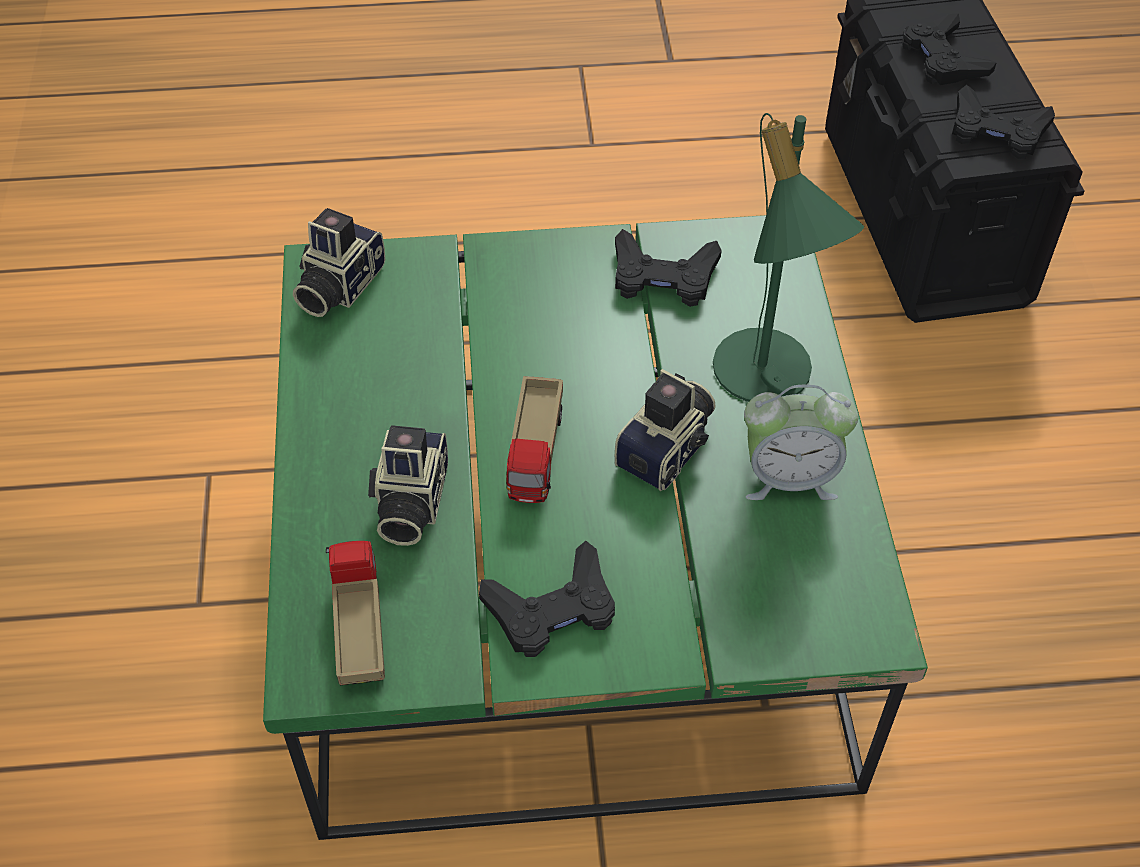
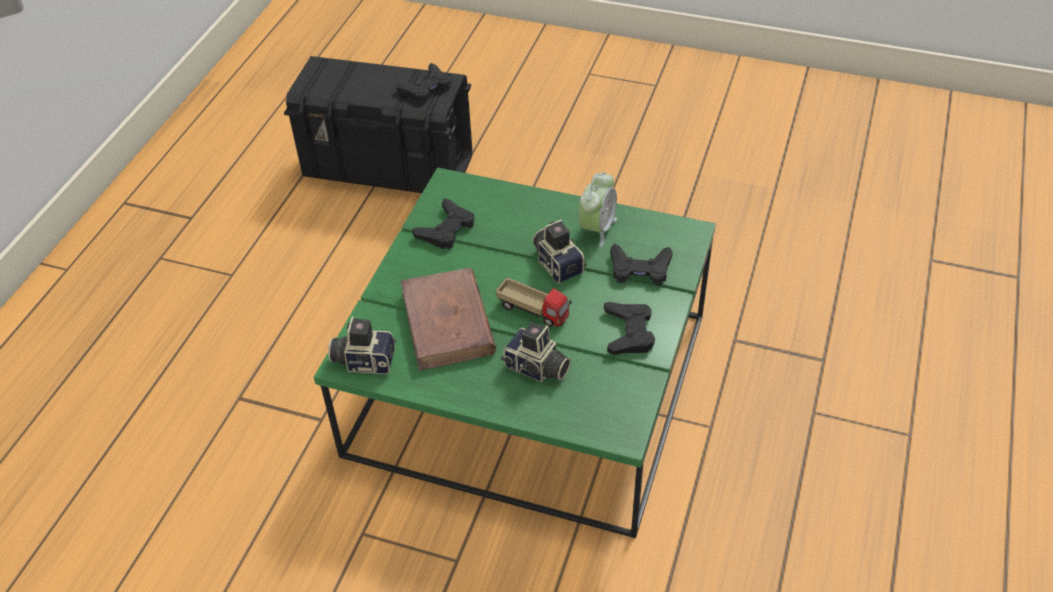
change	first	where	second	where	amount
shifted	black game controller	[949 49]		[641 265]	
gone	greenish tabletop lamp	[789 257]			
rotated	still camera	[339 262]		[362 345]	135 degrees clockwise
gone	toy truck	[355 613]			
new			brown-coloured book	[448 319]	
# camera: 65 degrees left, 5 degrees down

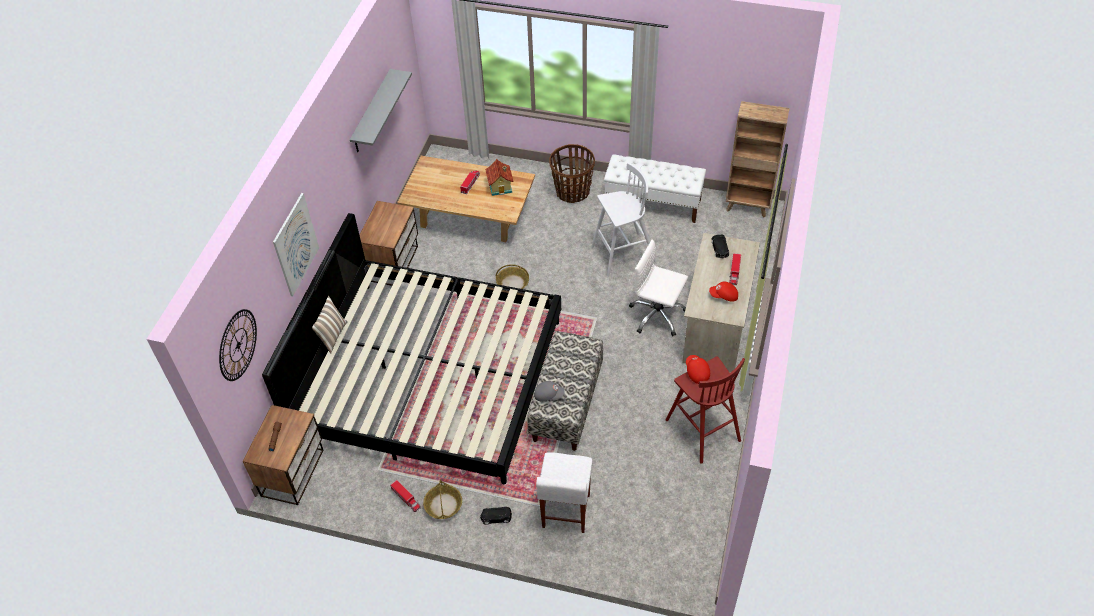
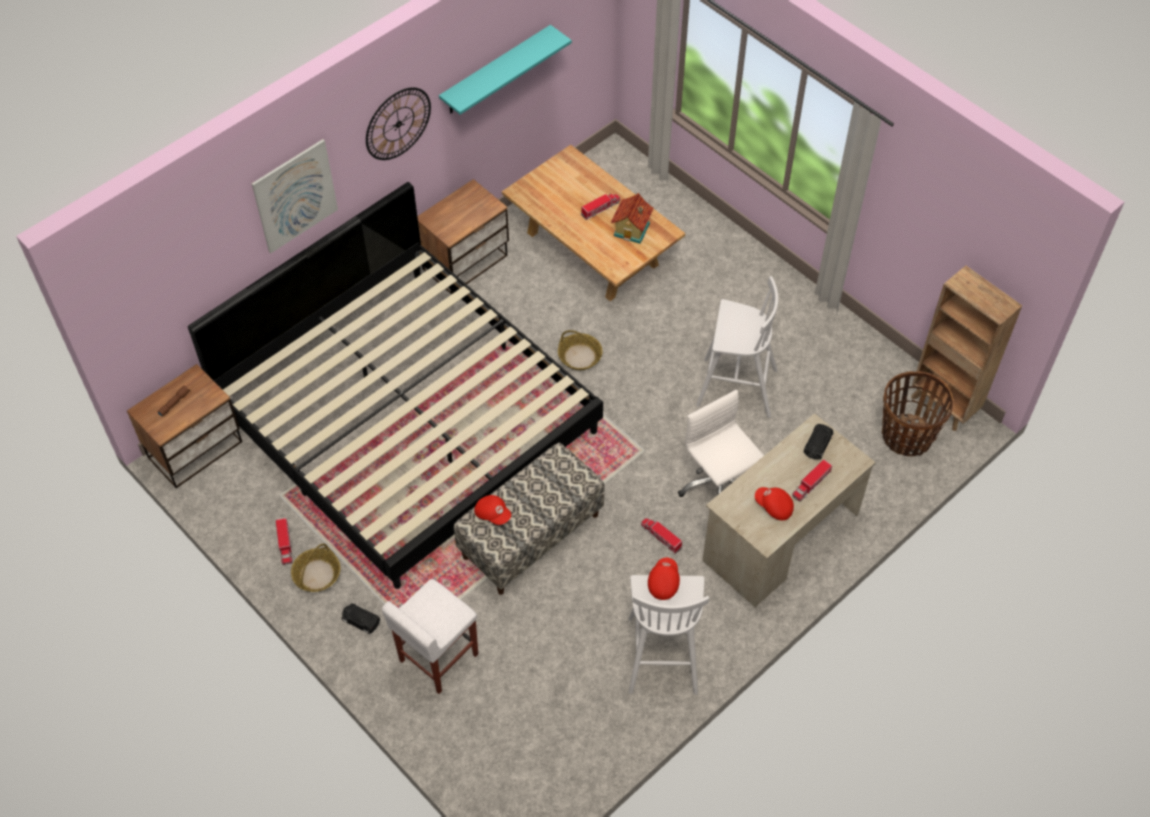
change	first	where	second	where	amount
repainted	grey wall shelf	[381 110]	turquoise-coloured wall shelf	[505 70]	
shifted	household basket	[572 173]		[918 413]	
gone	white-coloured indoor bench	[655 188]			
gone	cushion	[329 325]			
shifted	hanging clock	[238 345]		[398 123]	
repainted	reddish stool seat	[705 410]	white-coloured stool seat	[668 635]	
repainted	grey peaked cap	[549 391]	reddish peaked cap	[492 510]	
new			toy truck	[661 536]	
# camera: 30 degrees right, 5 degrees up

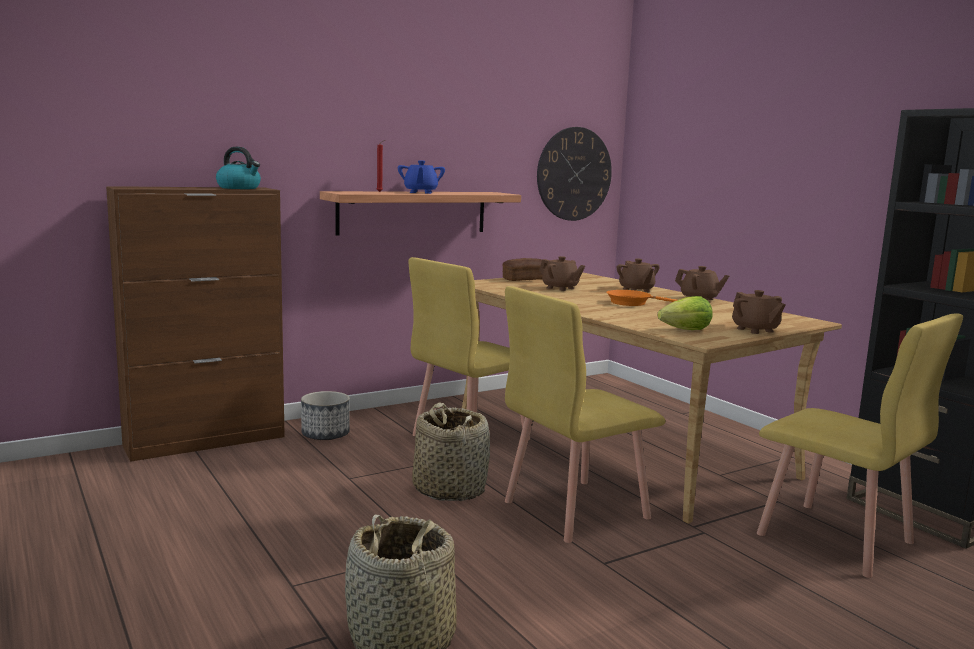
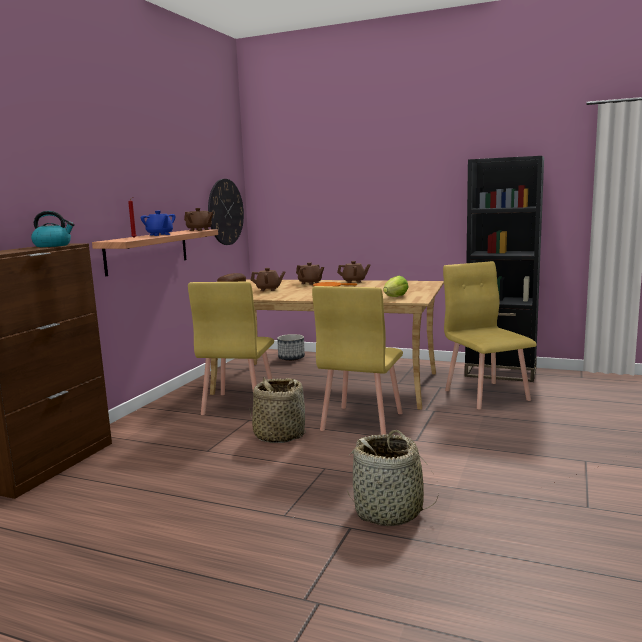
change	first	where	second	where	amount
shifted	brown-coloured pot for tea	[759 312]		[198 219]	
rotated	yellowish chair	[860 445]		[490 335]	120 degrees counterclockwise
shifted	plant pot	[325 415]		[291 347]	
# camera: 35 degrees left, 0 degrees up

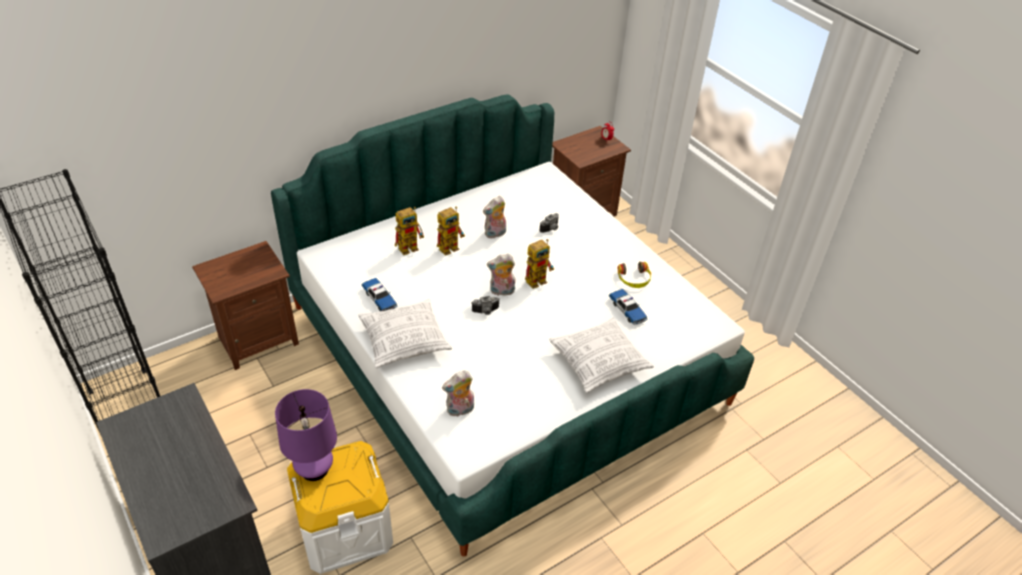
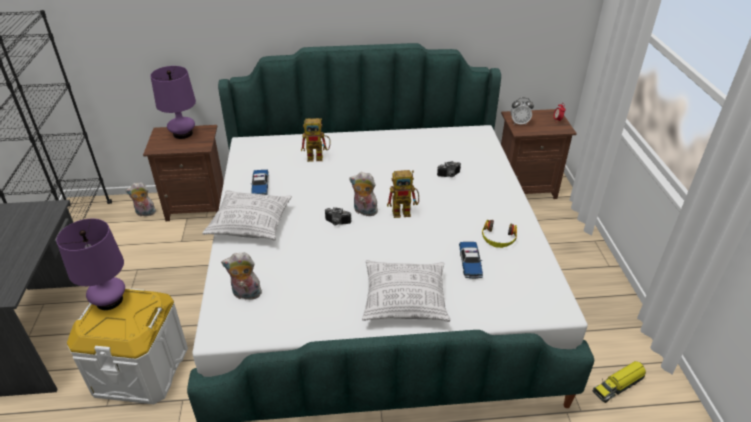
change	first	where	second	where	amount
shifted	cuddly toy	[494 217]		[140 199]	
gone	toy robot	[451 231]			
new			purple tabletop lamp	[173 102]	
new			alarm clock	[522 111]	
new			toy truck	[619 382]	
# camera: 30 degrees right, 5 degrees down

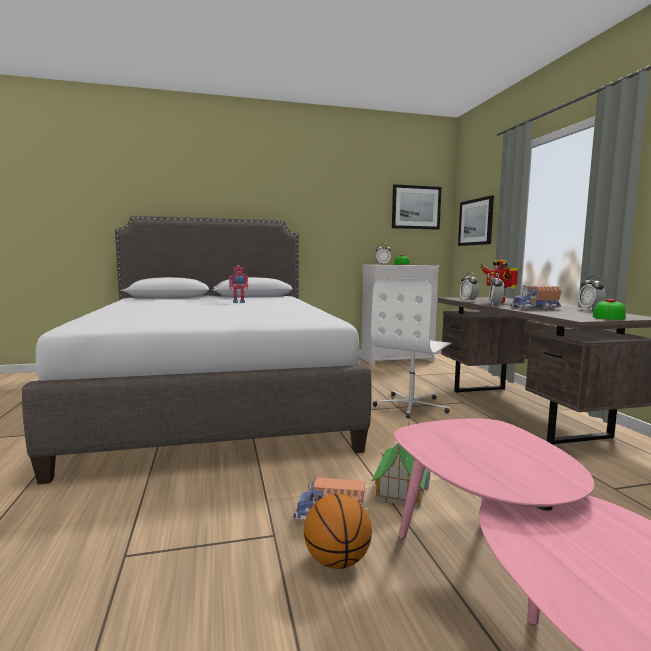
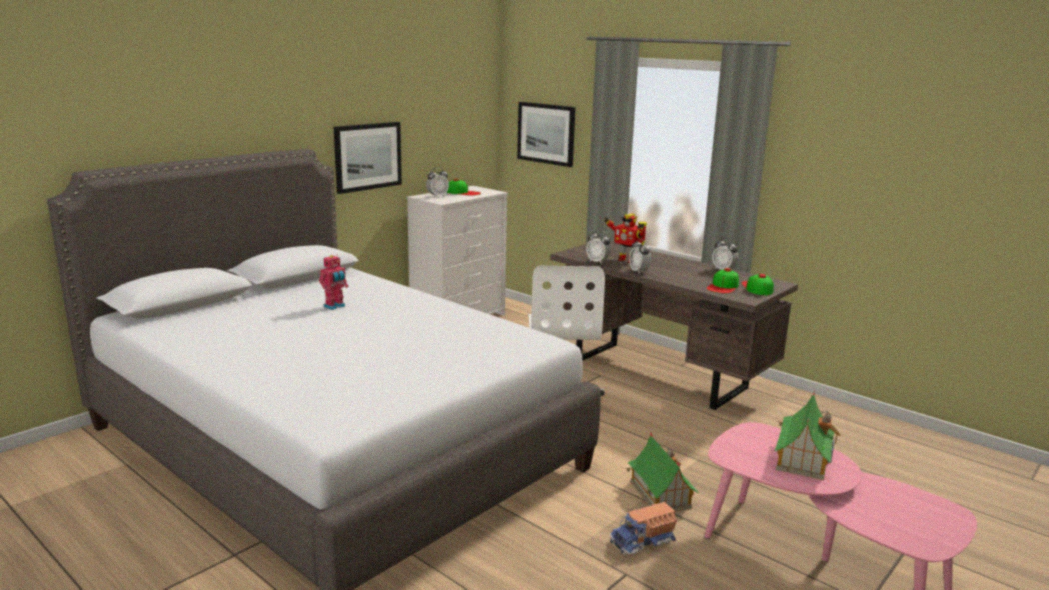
change	first	where	second	where	amount
shifted	wall art	[417 207]		[368 158]	
gone	toy truck	[536 297]			
gone	ball for basketball	[338 531]			
new			peaked cap	[723 280]	
new			toy house	[807 436]	
# camera: 35 degrees left, 10 degrees up

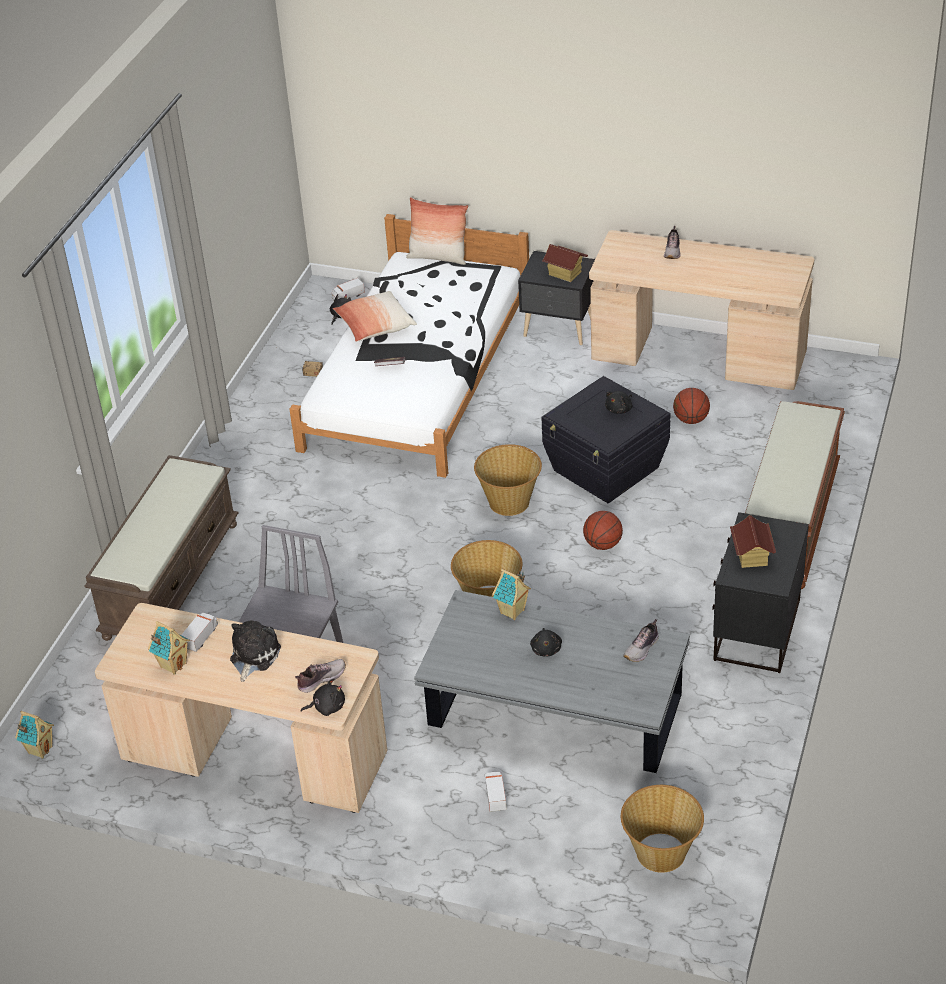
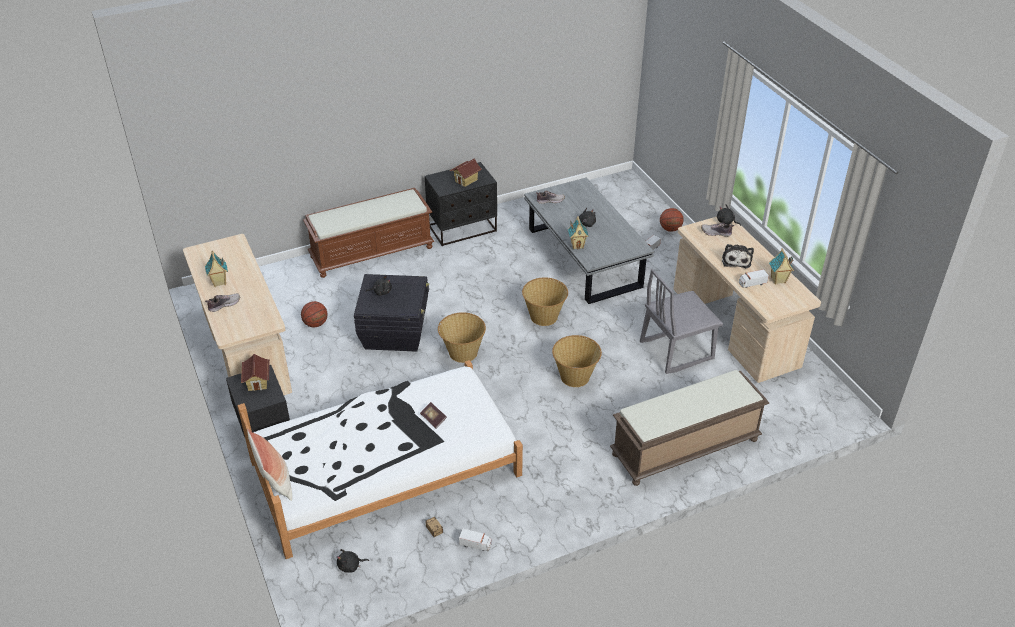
change	first	where	second	where	amount
shifted	toy truck	[348 289]		[475 540]	
gone	cushion	[375 316]			
shifted	ball for basketball	[603 530]		[672 220]	
rotated	cuddly toy	[255 651]		[738 256]	60 degrees counterclockwise
shifted	toy house	[34 735]		[216 269]	
shifted	household basket	[662 829]		[577 361]	
# camera: 135 degrees left, 0 degrees up

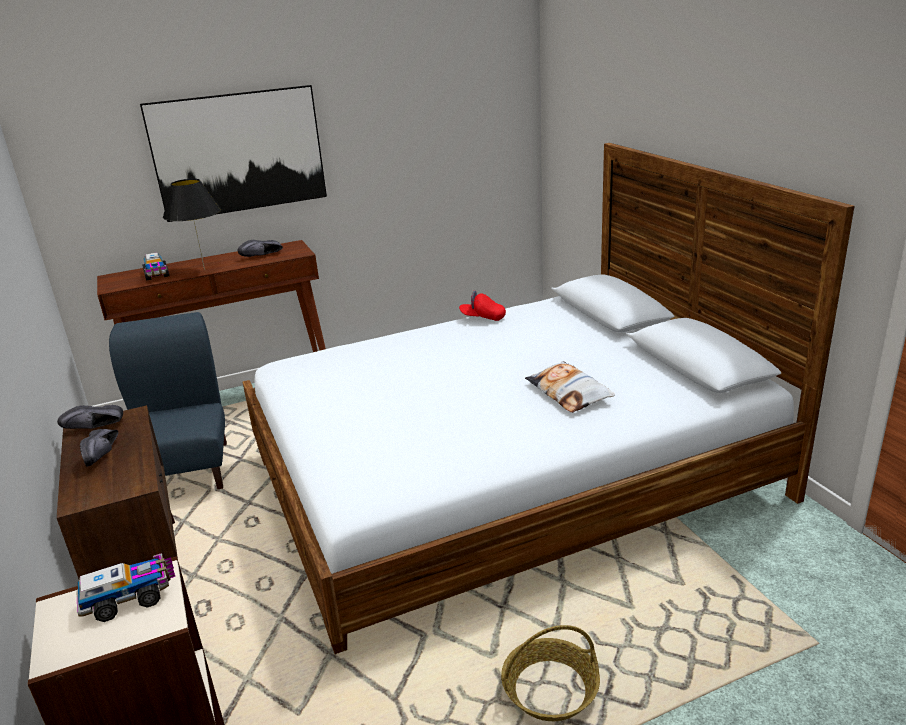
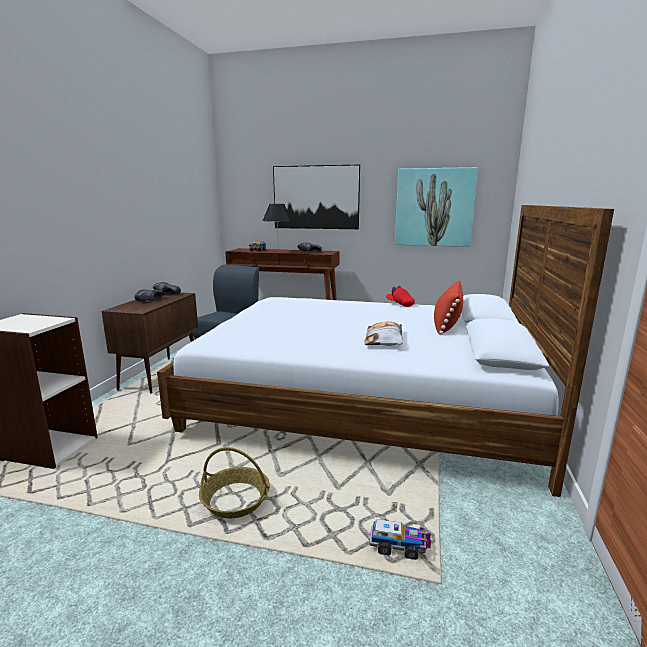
change	first	where	second	where	amount
shifted	toy truck	[125 587]		[400 539]	
new			wall art	[436 207]	
new			reddish cushion	[448 308]	
# camera: 35 degrees right, 10 degrees down

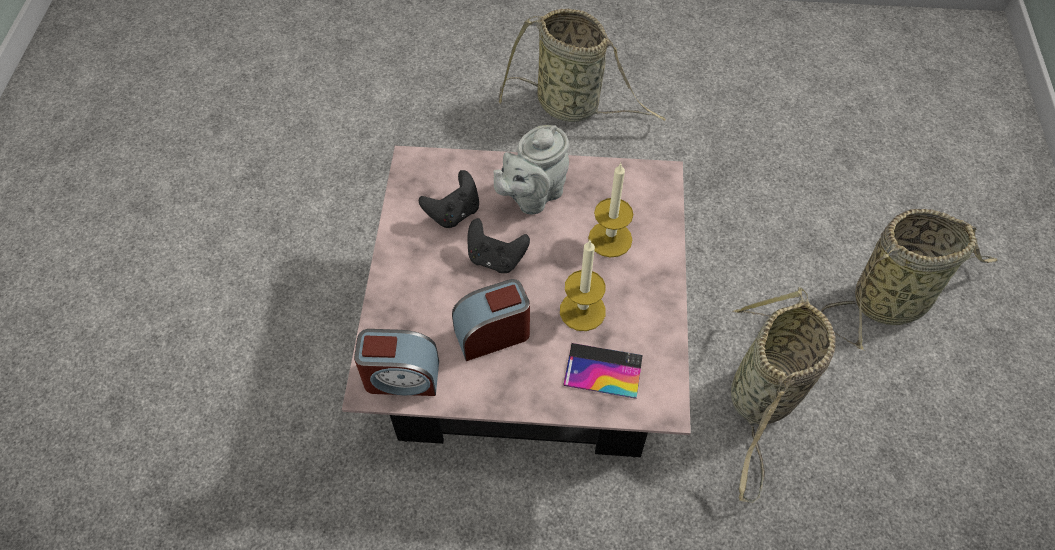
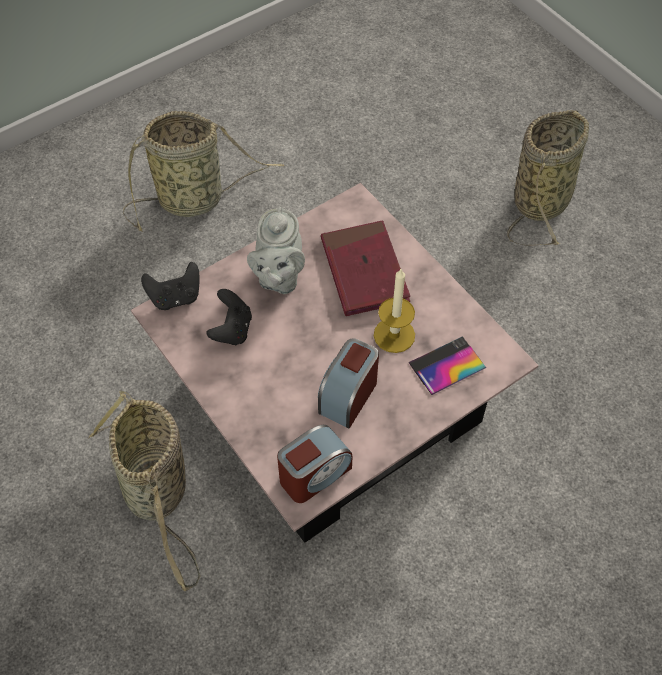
change	first	where	second	where	amount
swapped	wax candle	[610 210]	reddish book	[365 268]	
shifted	black game controller	[499 245]		[170 286]	
shifted	household basket	[783 395]		[144 491]	
# camera: 40 degrees left, 0 degrees up

